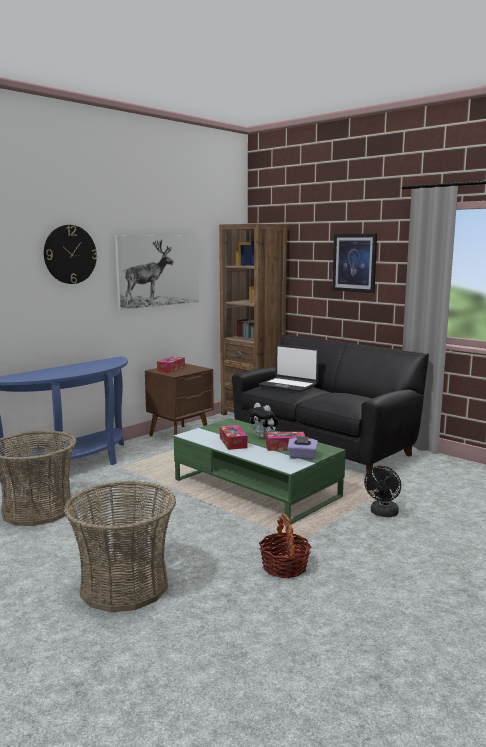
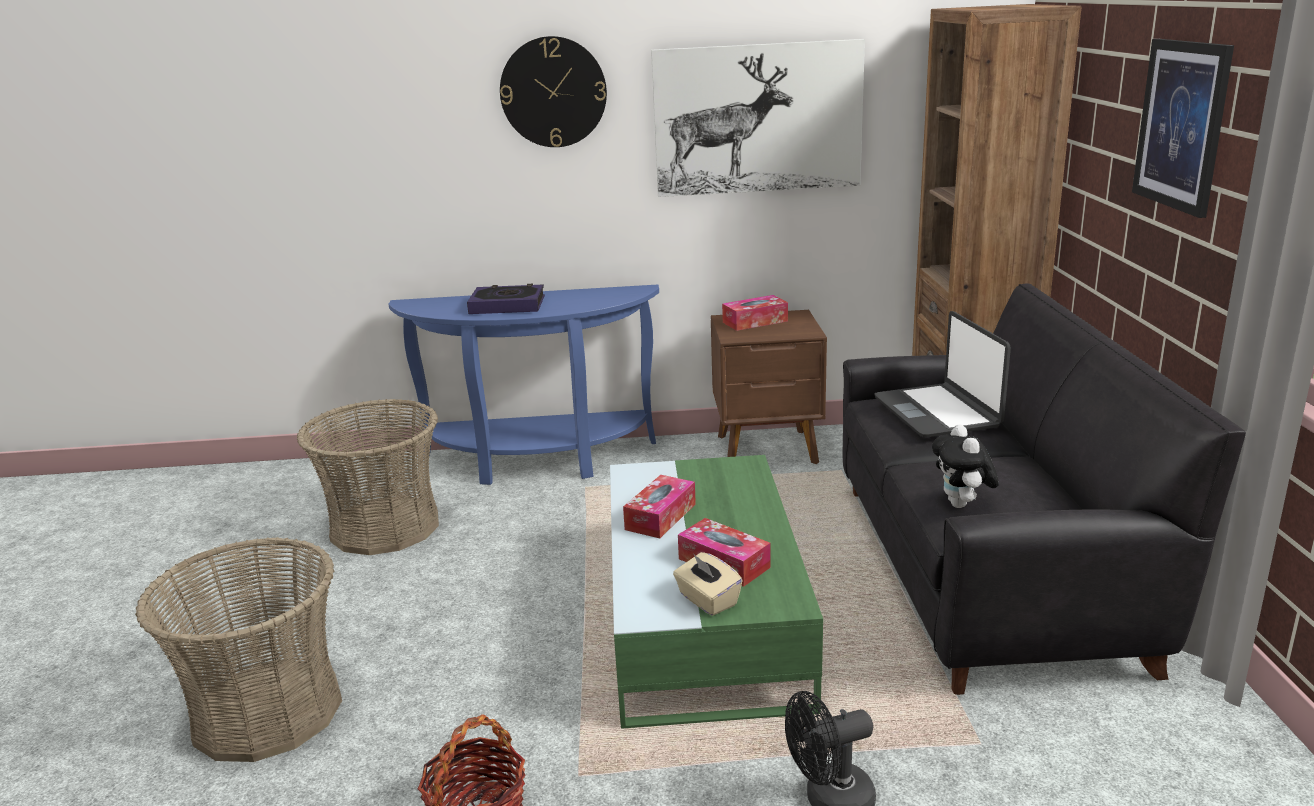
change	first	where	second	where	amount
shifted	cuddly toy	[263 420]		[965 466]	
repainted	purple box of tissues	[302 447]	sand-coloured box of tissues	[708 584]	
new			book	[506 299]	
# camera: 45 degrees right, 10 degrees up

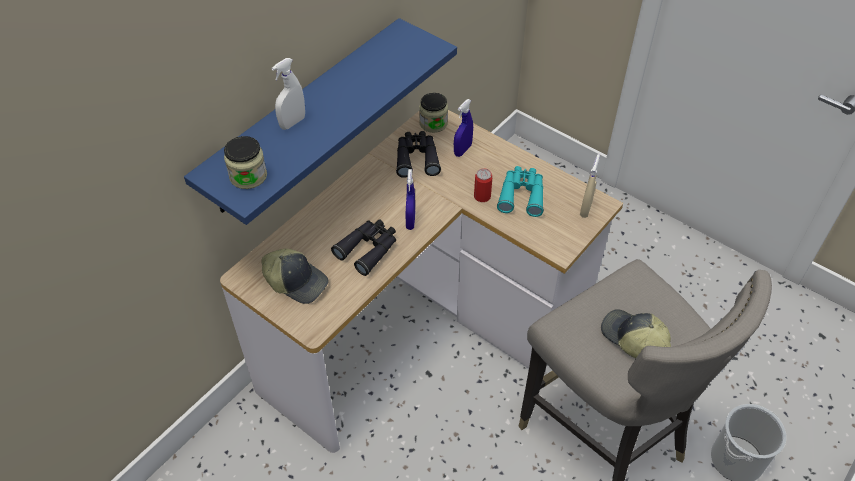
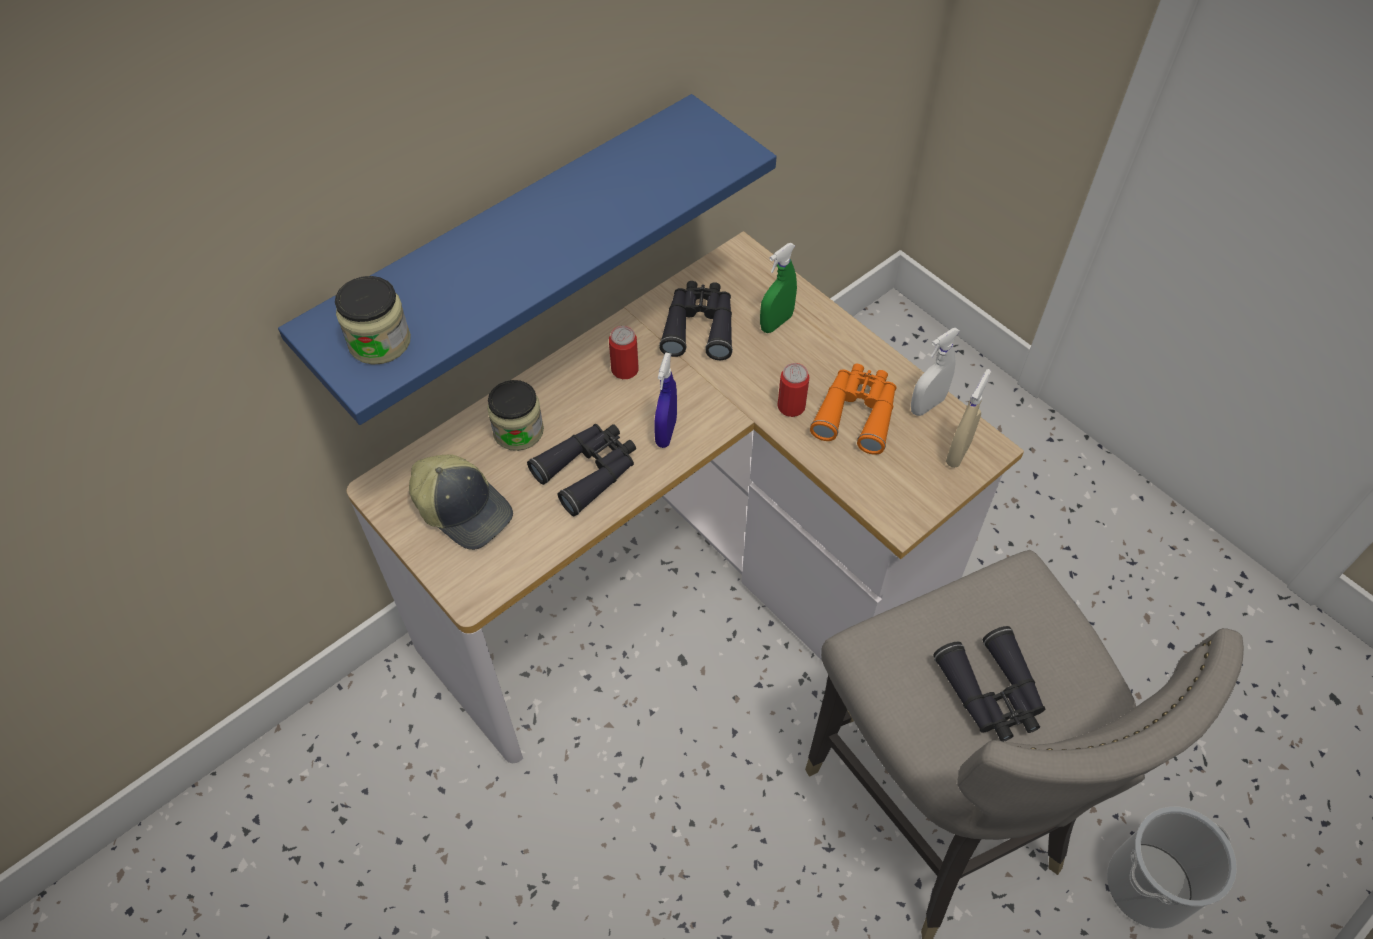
change	first	where	second	where	amount
shifted	white-coloured hand sprayer	[288 94]		[935 372]	
shifted	storage jar	[433 113]		[515 415]	
repainted	blue hand sprayer	[463 128]	greenish hand sprayer	[778 288]	
repainted	turquoise-coloured binoculars	[520 191]	orange-coloured binoculars	[853 409]	
swapped	peaked cap	[636 333]	black binoculars	[989 684]	
new			sealed can	[624 352]	
# camera: 10 degrees right, 5 degrees up

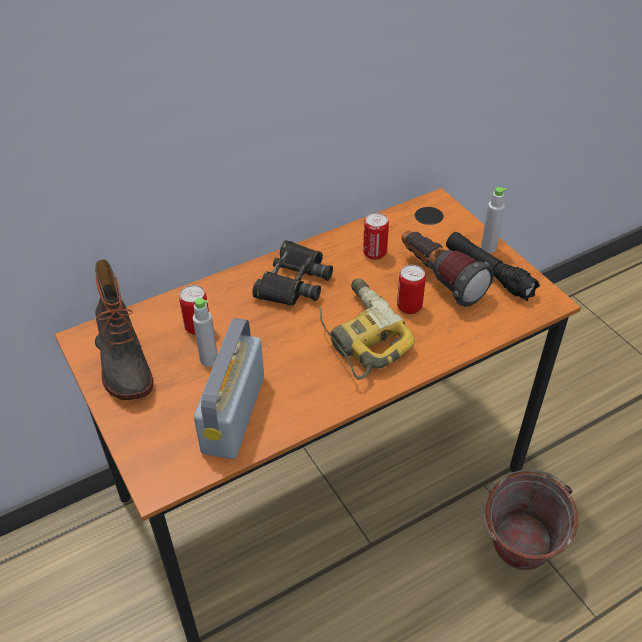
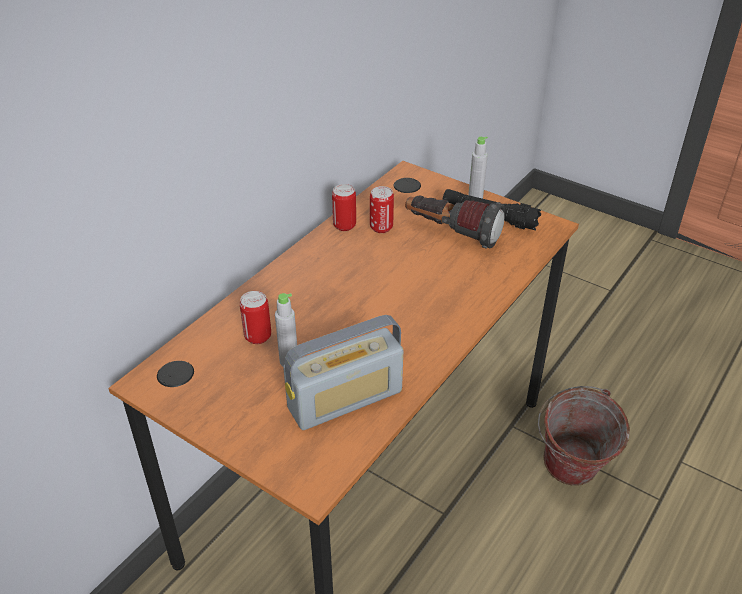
change	first	where	second	where	amount
gone	black binoculars	[292 273]			
gone	high-top boot	[124 329]			
shifted	sealed can	[411 289]		[344 207]	
gone	electric drill	[367 329]			
rotated	radio receiver	[229 388]		[343 372]	105 degrees counterclockwise
# camera: 25 degrees left, 5 degrees down

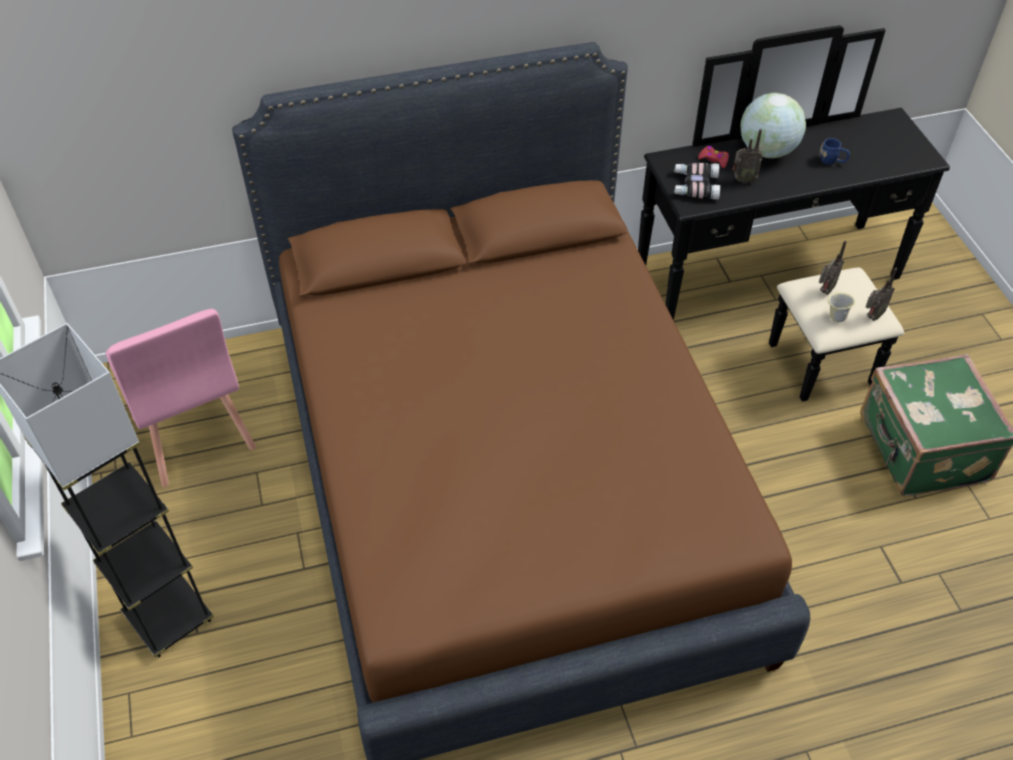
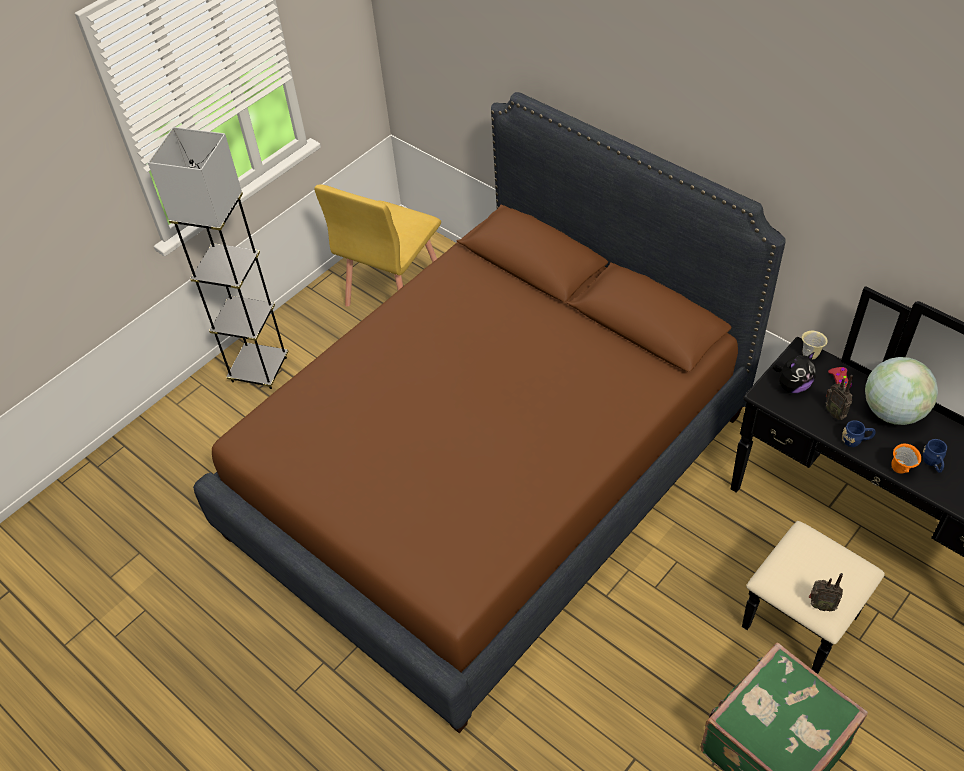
change	first	where	second	where	amount
swapped	binoculars	[697 181]	cuddly toy	[794 372]	
gone	radio receiver	[833 267]			
shifted	sand-coloured mug	[841 307]		[815 345]	
repainted	pink chair	[181 398]	yellowish chair	[377 245]	
new			blue mug	[859 433]	
new			orange-coloured mug	[906 458]	
# camera: 60 degrees right, 0 degrees up

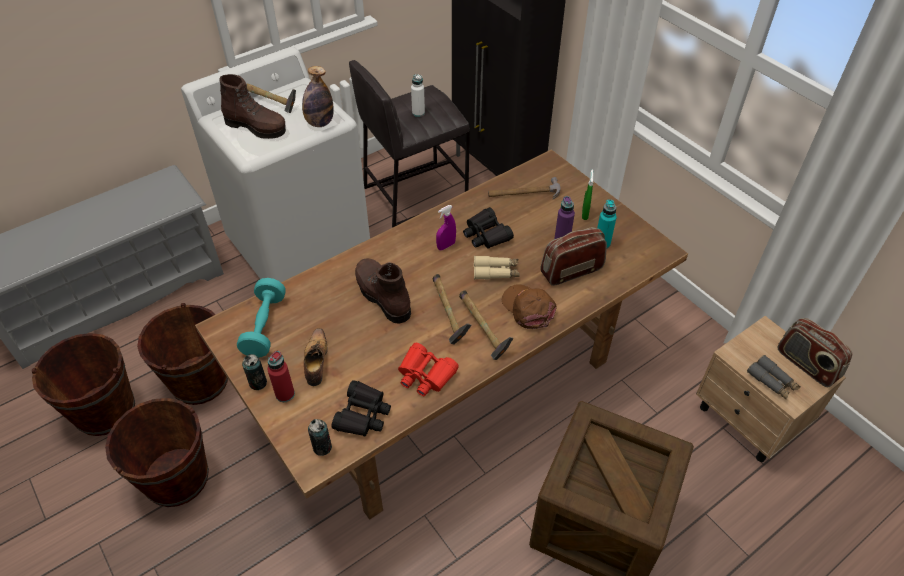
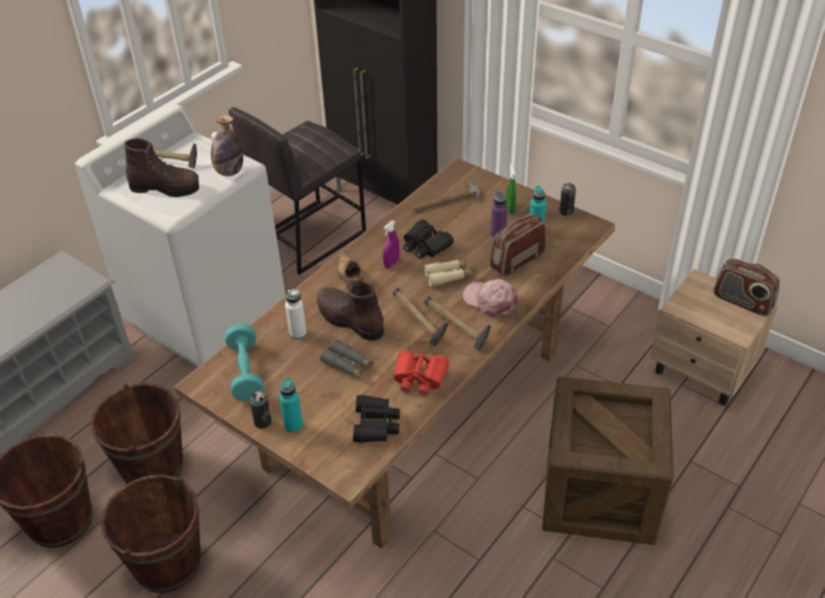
change	first	where	second	where	amount
shifted	white-coloured beverage bottle	[418 95]		[296 314]	
repainted	brown-coloured peaked cap	[529 306]	pink peaked cap	[490 298]	
shifted	shoe	[316 357]		[350 271]	
repainted	reddish beverage bottle	[281 376]	turquoise-coloured beverage bottle	[291 405]	
shifted	grey binoculars	[774 377]		[347 359]	
shifted	sealed can	[320 437]		[567 199]	
# camera: 15 degrees left, 5 degrees down

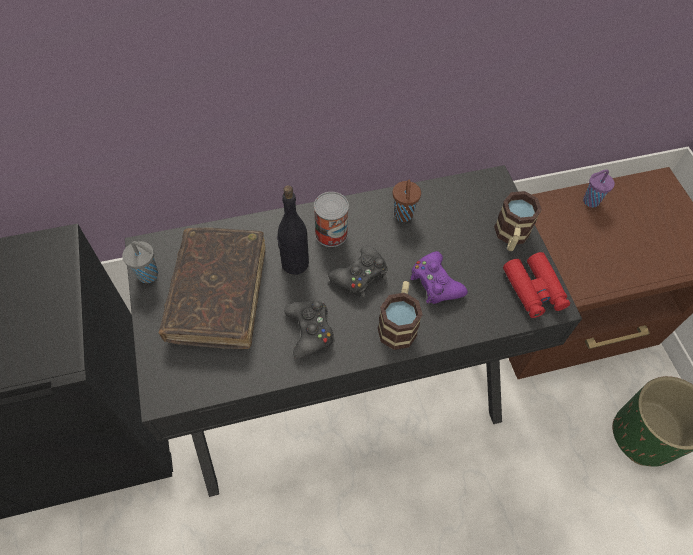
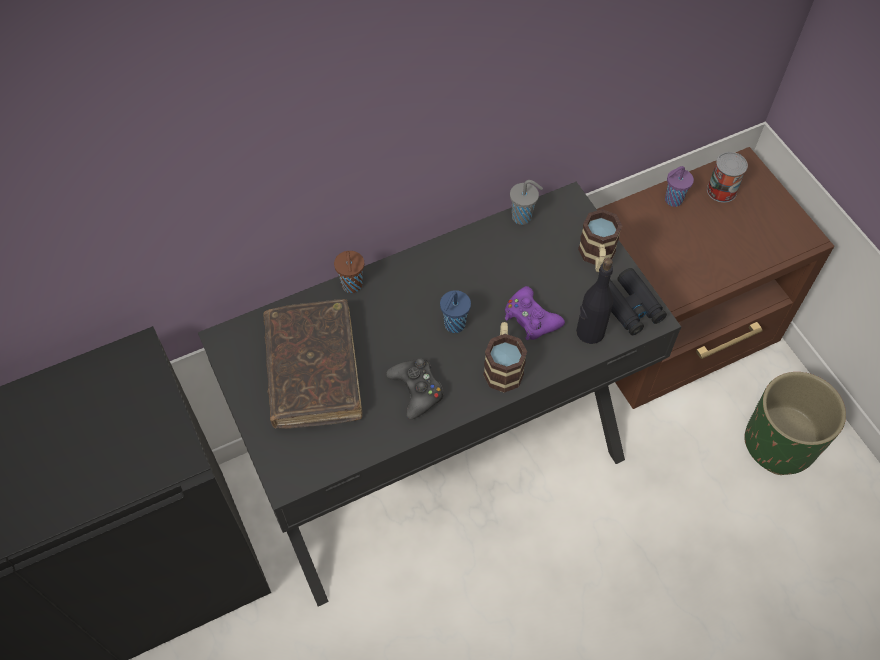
change	first	where	second	where	amount
shifted	brown-coloured cup	[407 201]		[349 272]	
shifted	black beverage bottle	[293 230]		[595 301]	
shifted	sealed can	[331 219]		[727 177]	
shifted	grey cup	[140 262]		[526 202]	
swapped	black game controller	[358 271]	blue cup	[455 311]	
repainted	reddish binoculars	[536 285]	black binoculars	[638 301]	
# camera: 10 degrees left, 0 degrees up

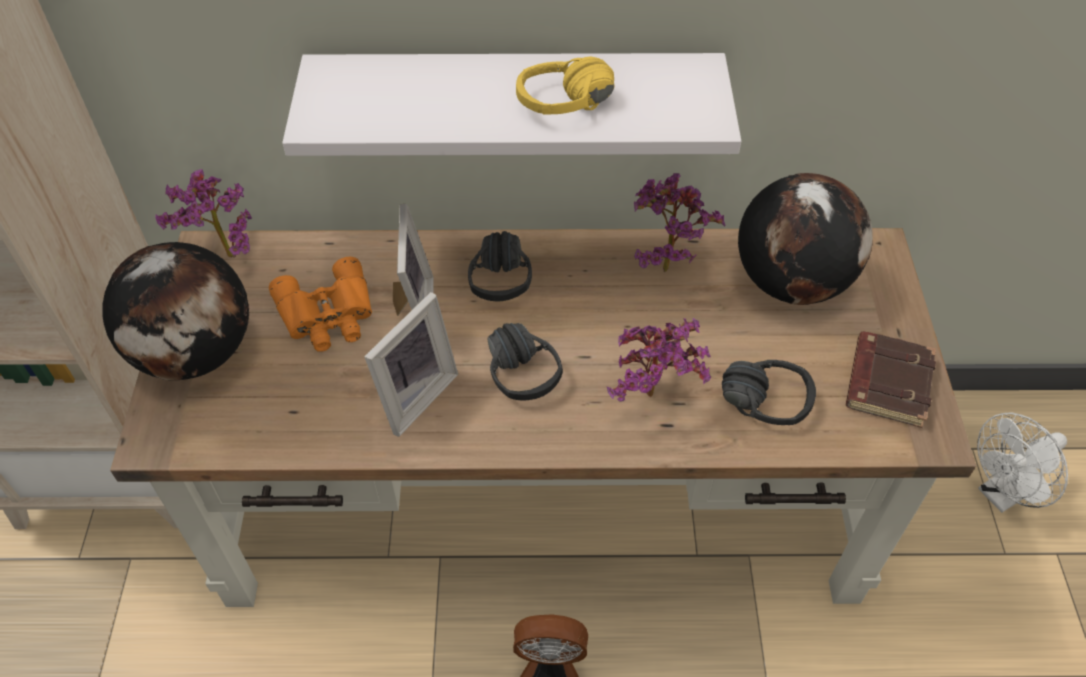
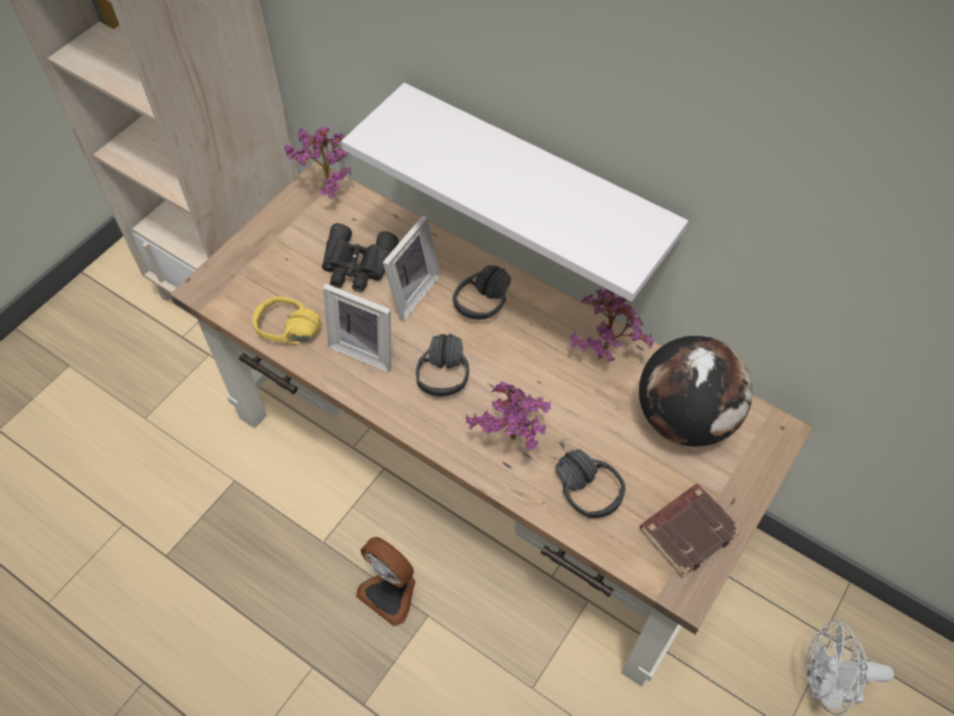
change	first	where	second	where	amount
shifted	yellowish headset	[565 86]		[286 320]	
gone	desk globe	[176 311]			
repainted	orange-coloured binoculars	[320 304]	black binoculars	[360 257]	
rotated	standing frame	[411 364]		[357 328]	45 degrees clockwise
# camera: 35 degrees right, 5 degrees up

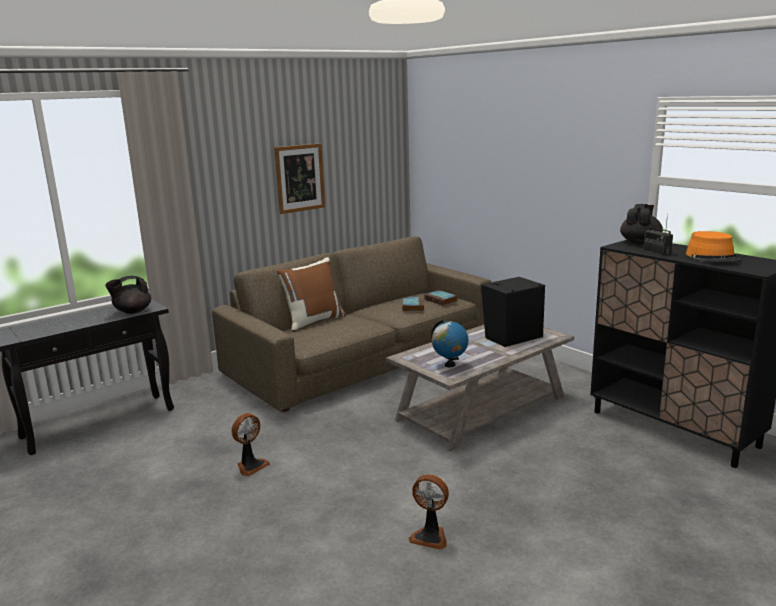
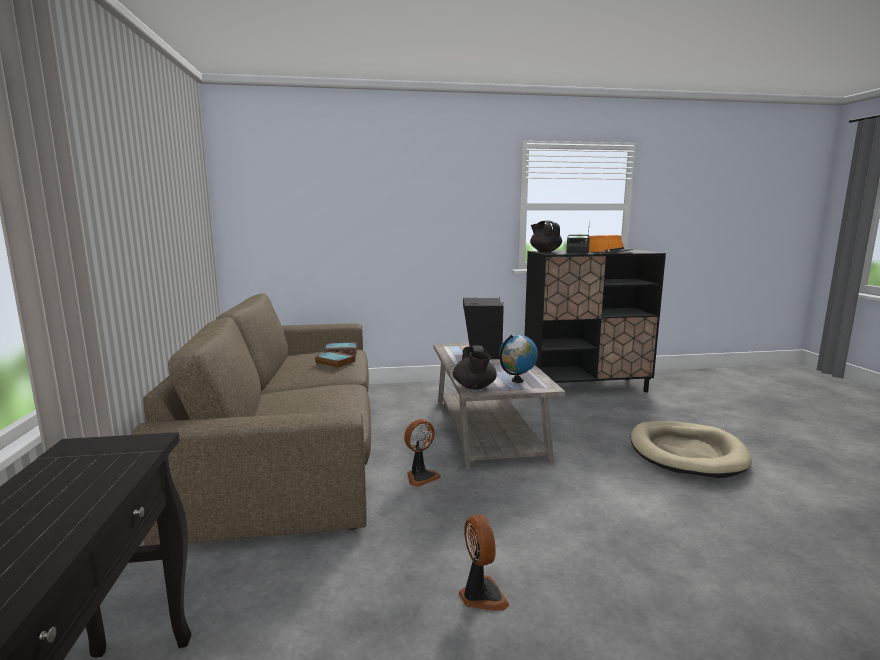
change	first	where	second	where	amount
gone	wall art	[299 178]			
gone	brown-coloured cushion	[312 294]			
shifted	black pot for tea	[128 295]		[475 368]	
shifted	electric fan	[428 512]		[422 453]	
new			sand-coloured pet bed	[691 449]	
# camera: 60 degrees left, 5 degrees down

